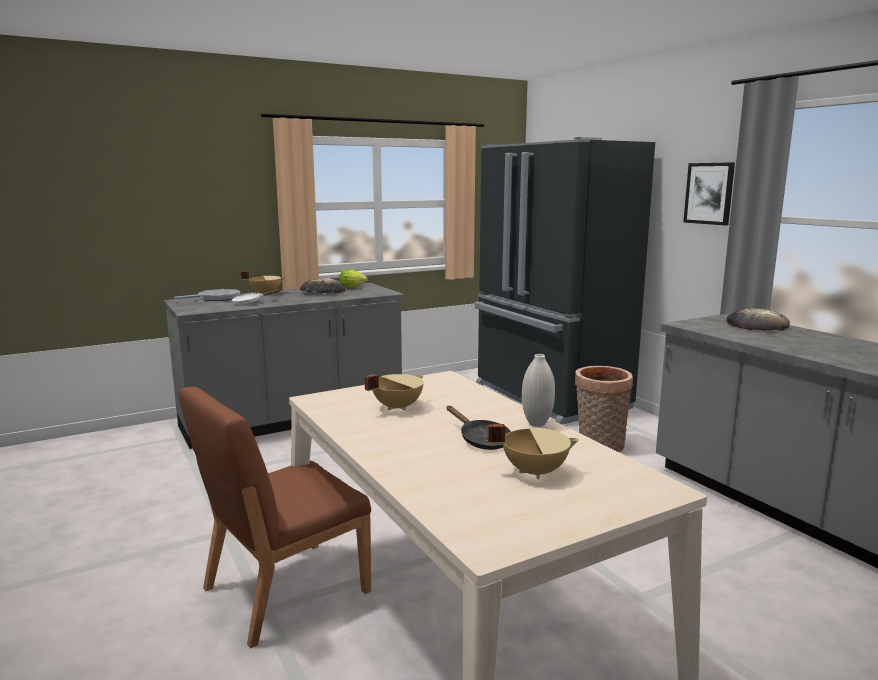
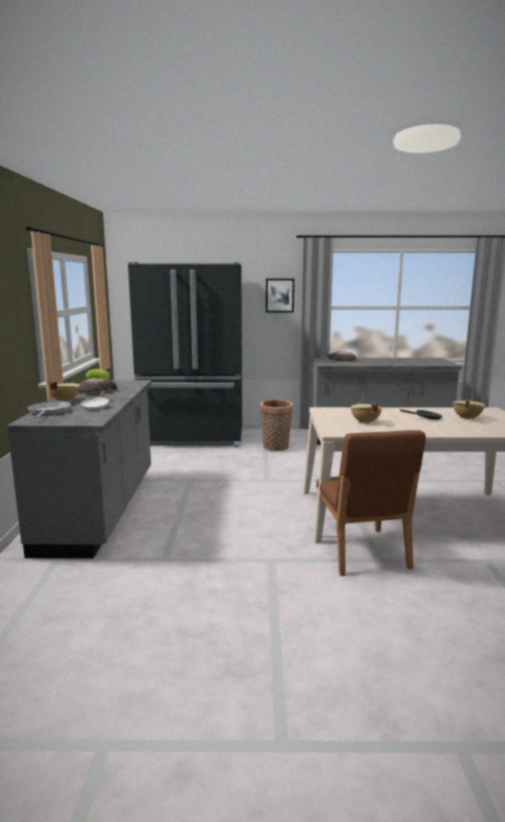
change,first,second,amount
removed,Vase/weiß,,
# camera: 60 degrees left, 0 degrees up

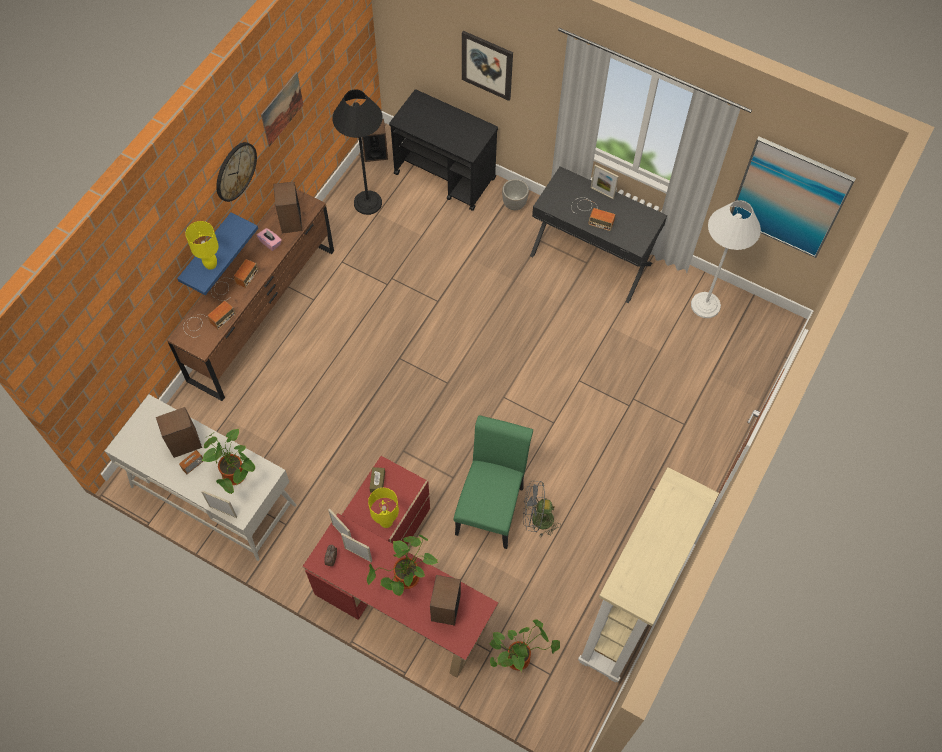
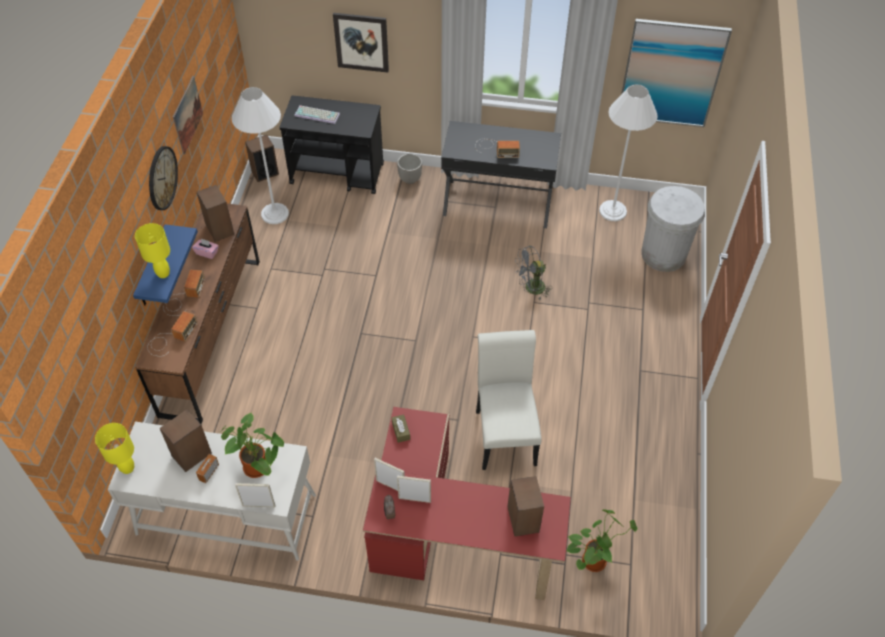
change,first,second,amount
moved,Tischlampe/gelb (2nd from left in the first image),Tischlampe/gelb (1st from left),
recoloured,Stehlampe/schwarz,Stehlampe/weiß (1st from left),
added,,Tastatur,
recoloured,Stuhl/grün,Stuhl/weiß,
moved,Ventilator/grau,,
added,,Mülleimer/weiß,
removed,Topfpflanze (2nd from left),,
removed,Bücherregal/beige,,
removed,Bilderrahmen (4th from left),,
# camera: 20 degrees left, 10 degrees down

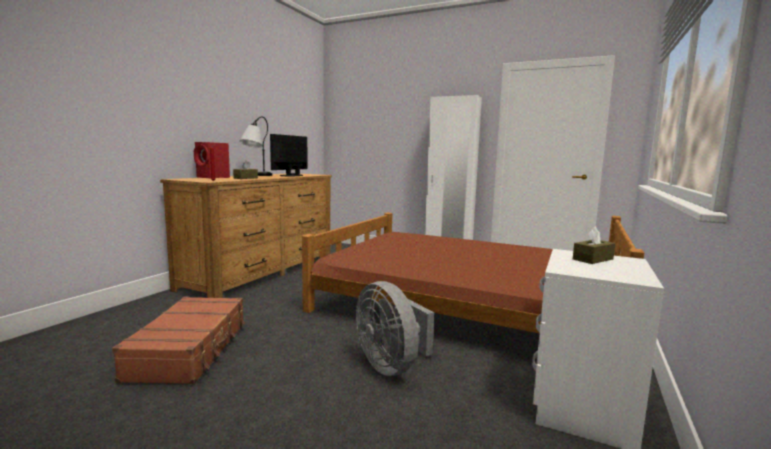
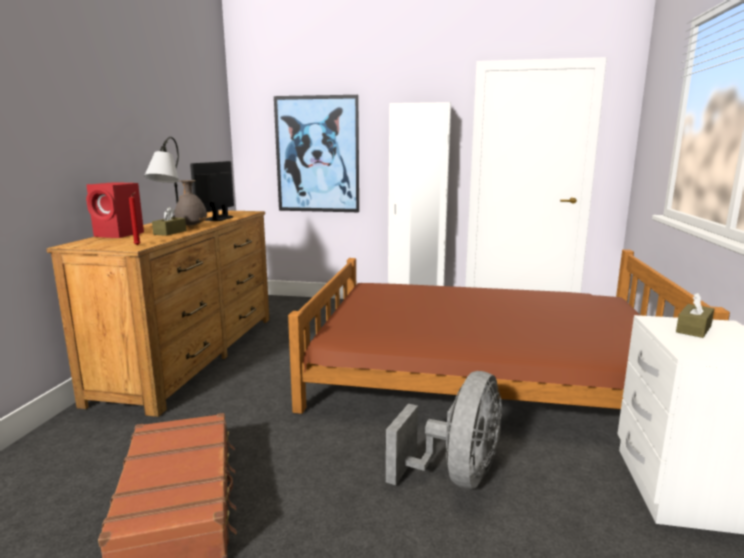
change,first,second,amount
added,,Vase/grau,
added,,Bild,
turned,Ventilator/grau,,105 degrees counterclockwise
# camera: 15 degrees left, 5 degrees up

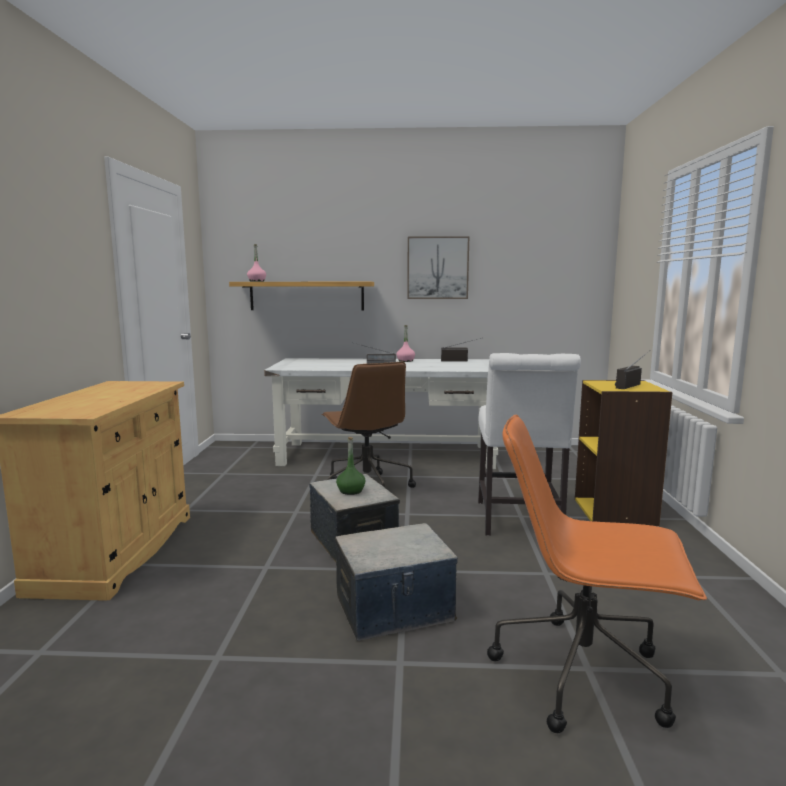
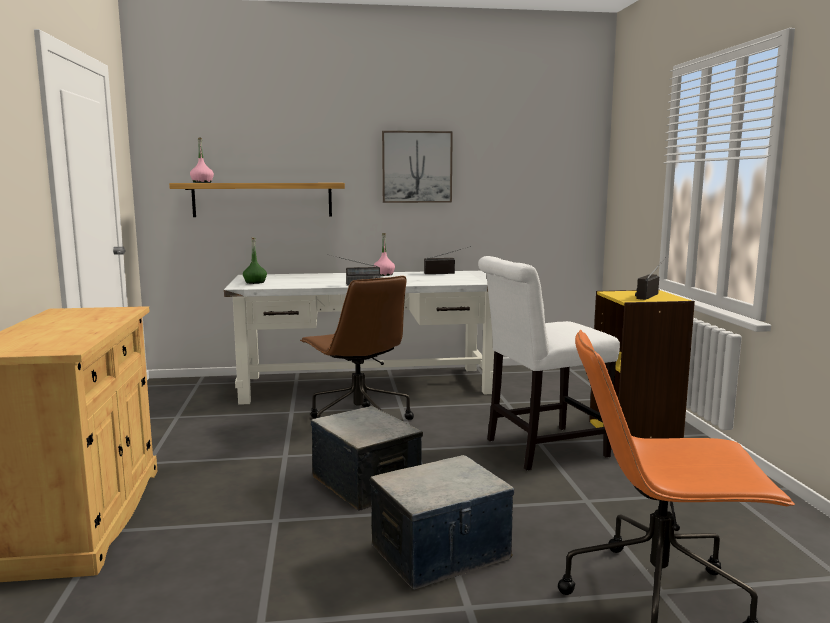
change,first,second,amount
moved,Flasche/grün,,
turned,Stuhl/weiß,,75 degrees clockwise
# camera: 10 degrees left, 0 degrees up

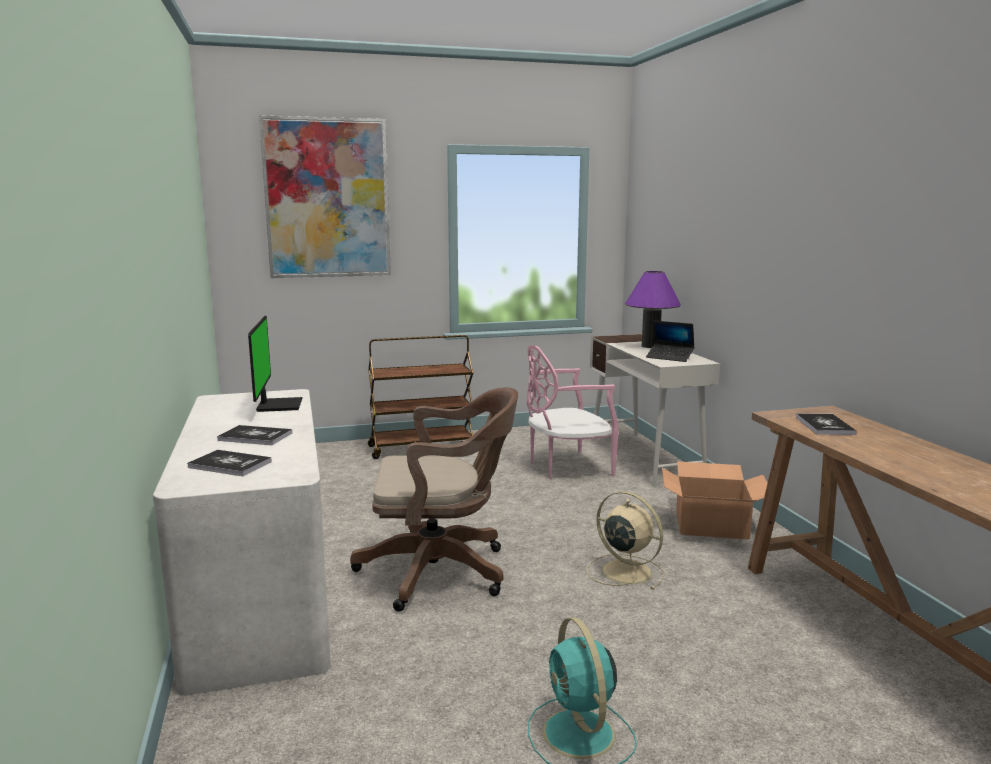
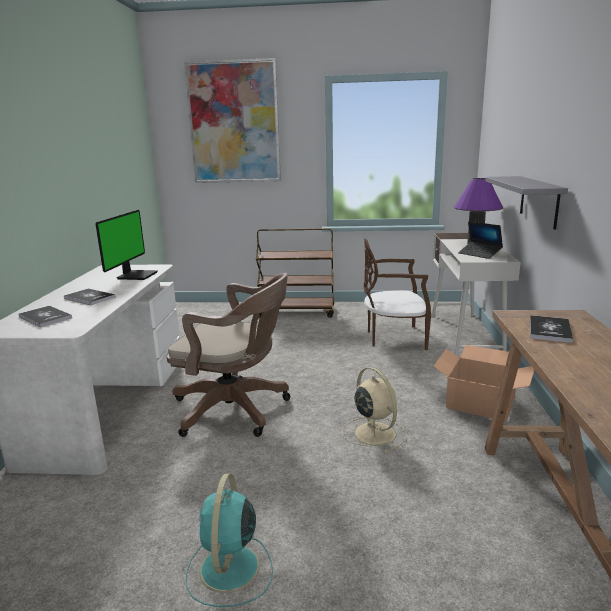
change,first,second,amount
recoloured,Stuhl/rosa,Stuhl/braun,
added,,Wandregal/grau,
# camera: 20 degrees right, 5 degrees up

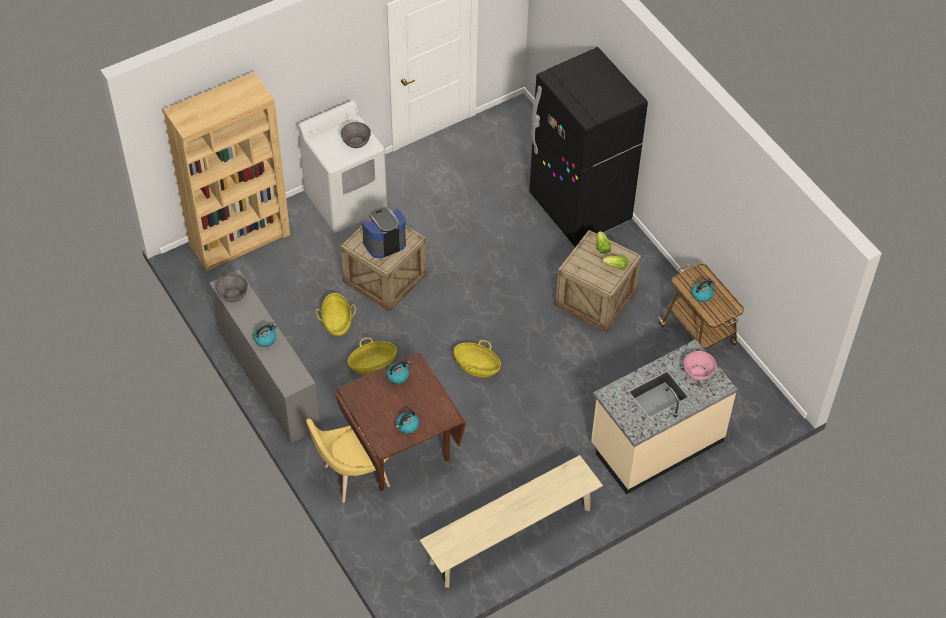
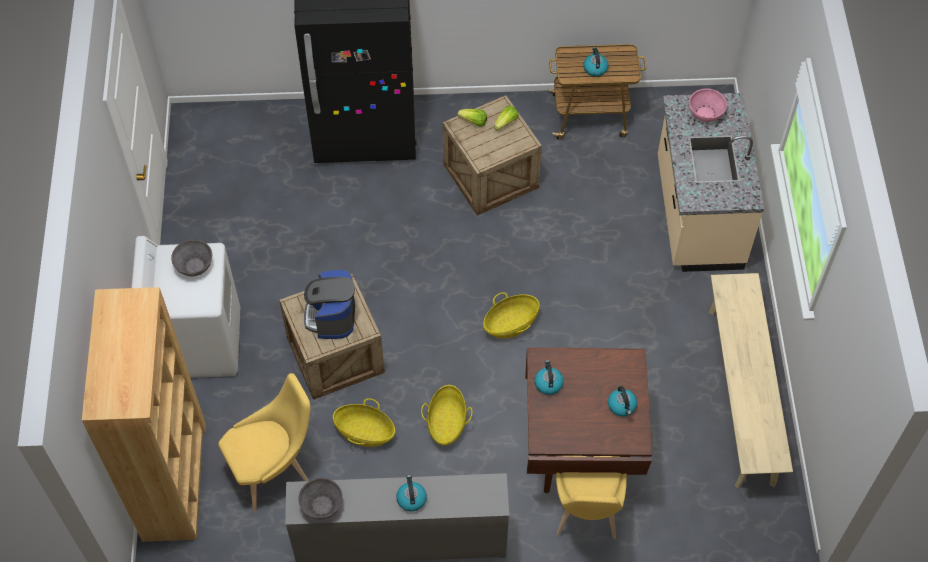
change,first,second,amount
added,,Stuhl/gelb (1st from left),
# camera: 60 degrees left, 5 degrees up

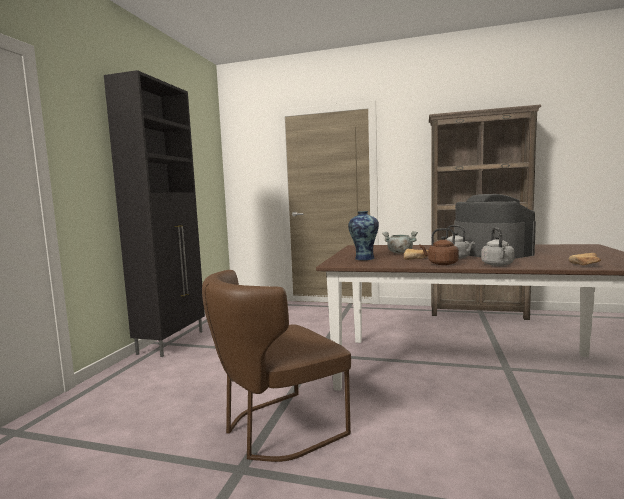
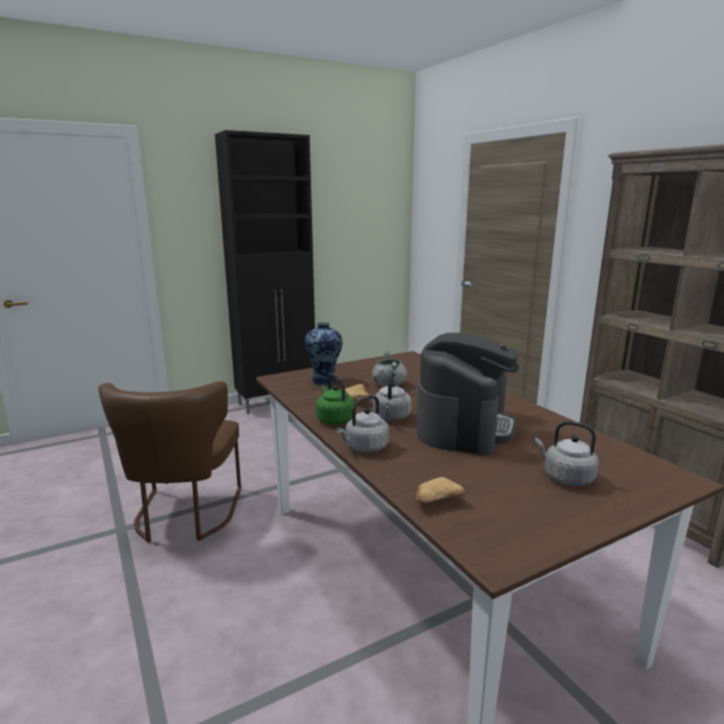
change,first,second,amount
turned,Stuhl/braun,,105 degrees counterclockwise
recoloured,Wasserkessel/braun,Wasserkessel/grün,
added,,Wasserkessel/grau (3rd from left),
# camera: 45 degrees right, 10 degrees up

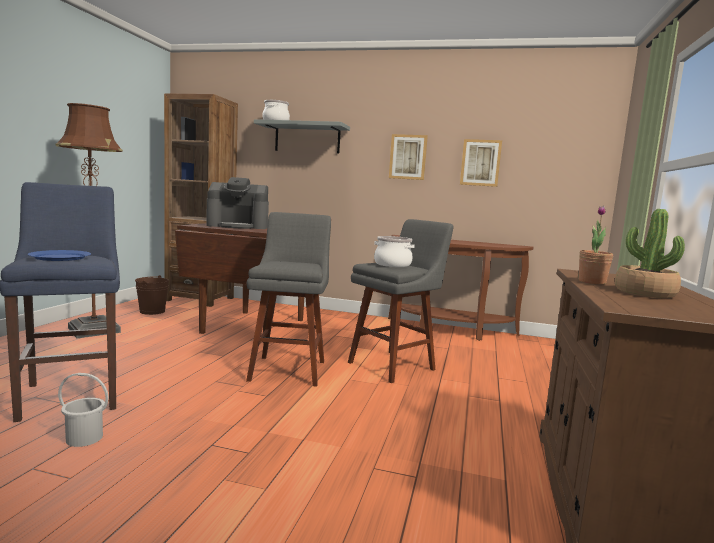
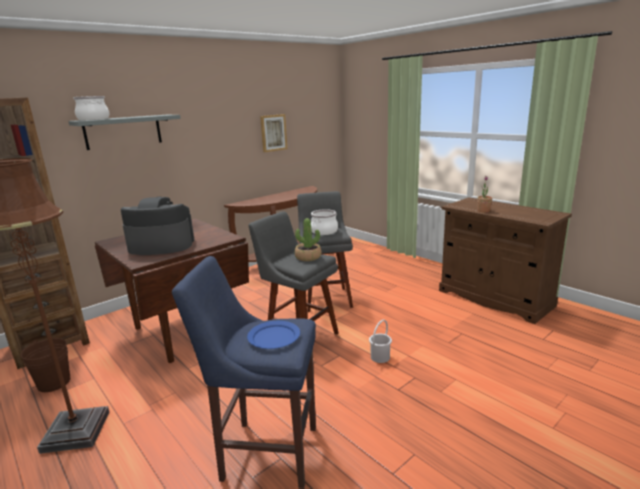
change,first,second,amount
turned,Kaffeemaschine,,120 degrees counterclockwise
moved,Topfpflanze (2nd from left in the first image),Topfpflanze (1st from left),
moved,Eimer/weiß,,
removed,Bild (1st from left),,
# camera: 55 degrees left, 10 degrees up

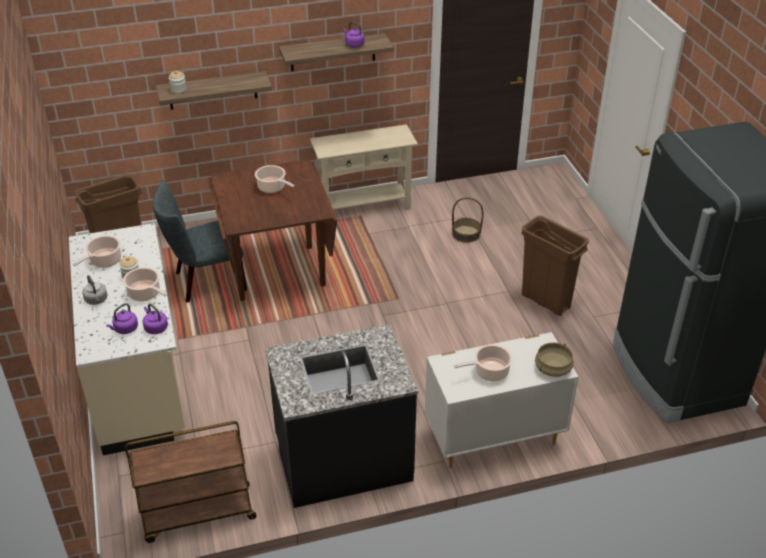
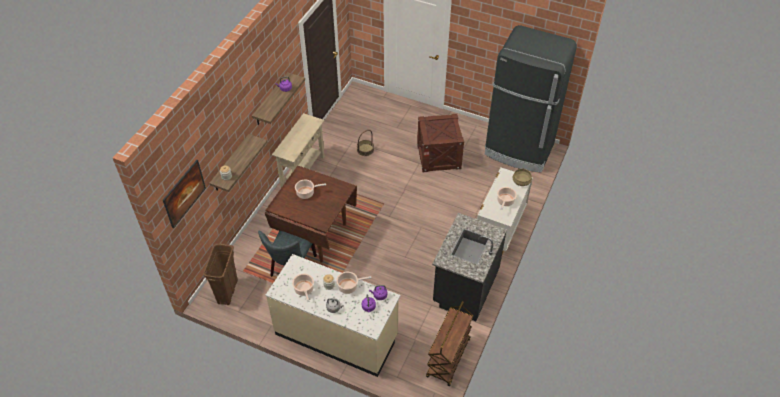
change,first,second,amount
added,,Bild,
replaced,Mülleimer/braun (2nd from left),Kiste,
# camera: 50 degrees left, 10 degrees up

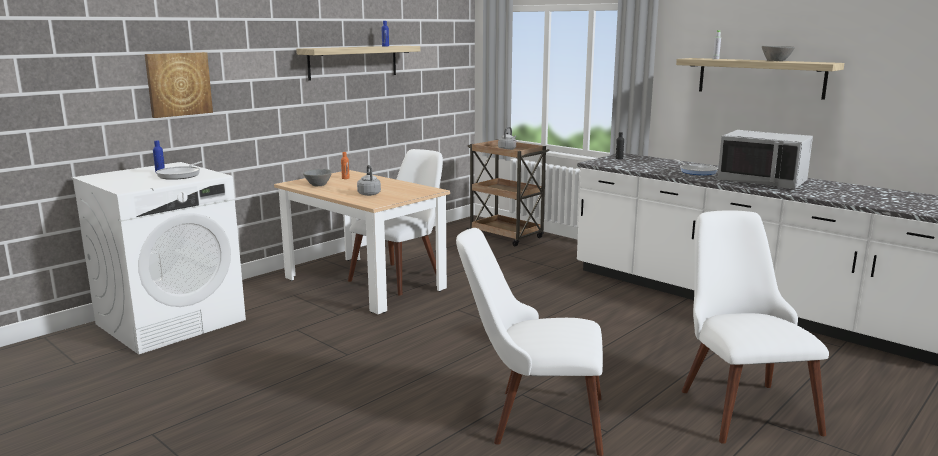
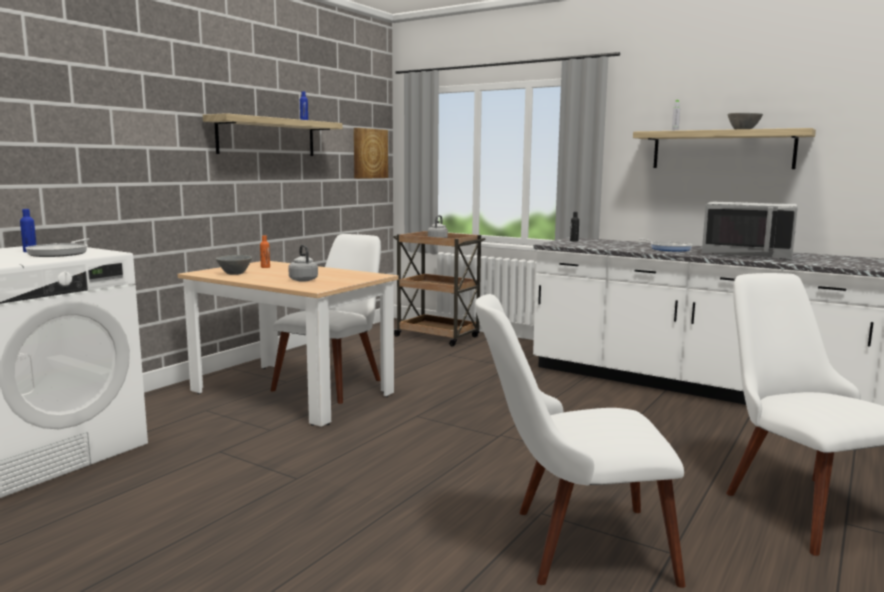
change,first,second,amount
moved,Bild,,
# camera: 10 degrees left, 5 degrees down

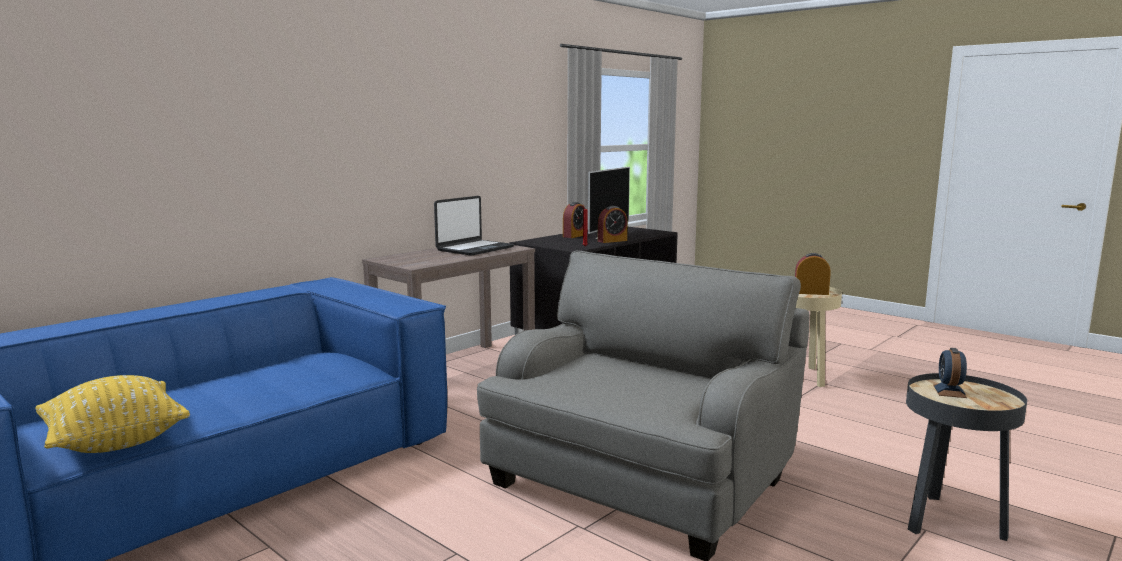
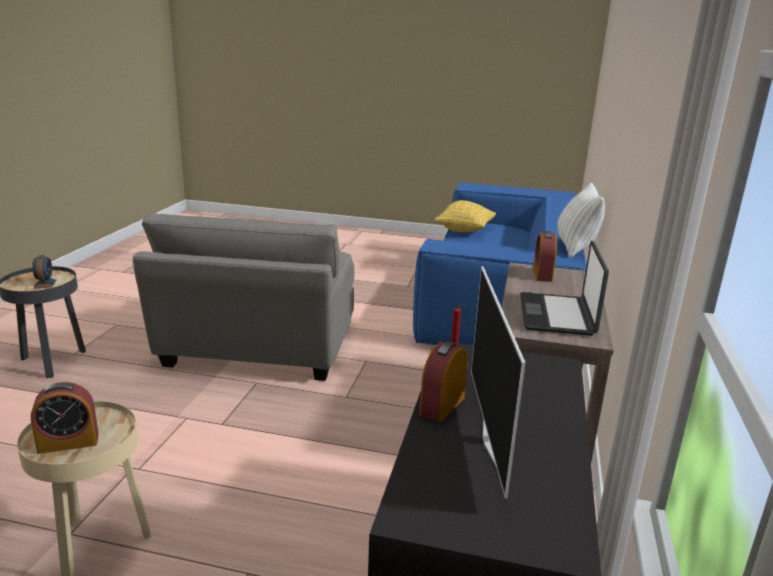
change,first,second,amount
moved,Wecker (1st from left in the first image),Wecker (4th from left),
added,,Kissen/weiß,
# camera: 150 degrees right, 10 degrees up

